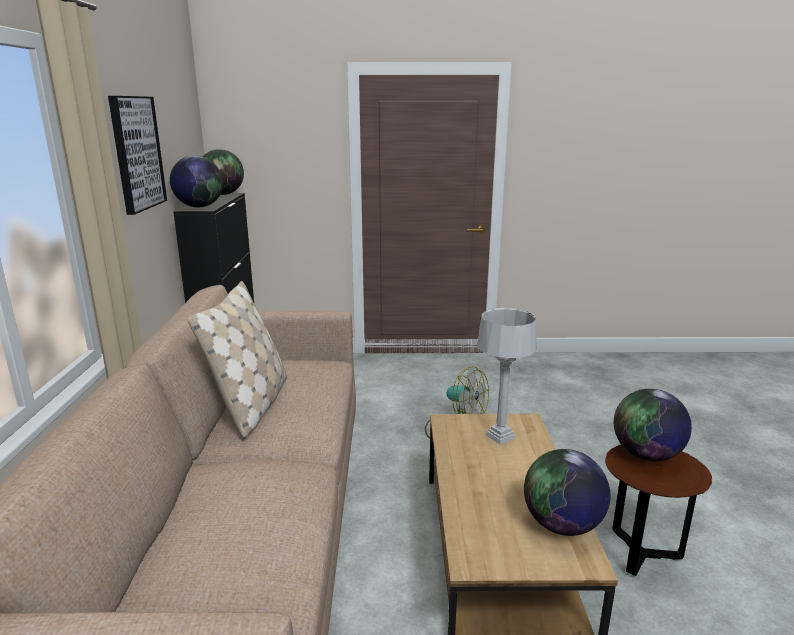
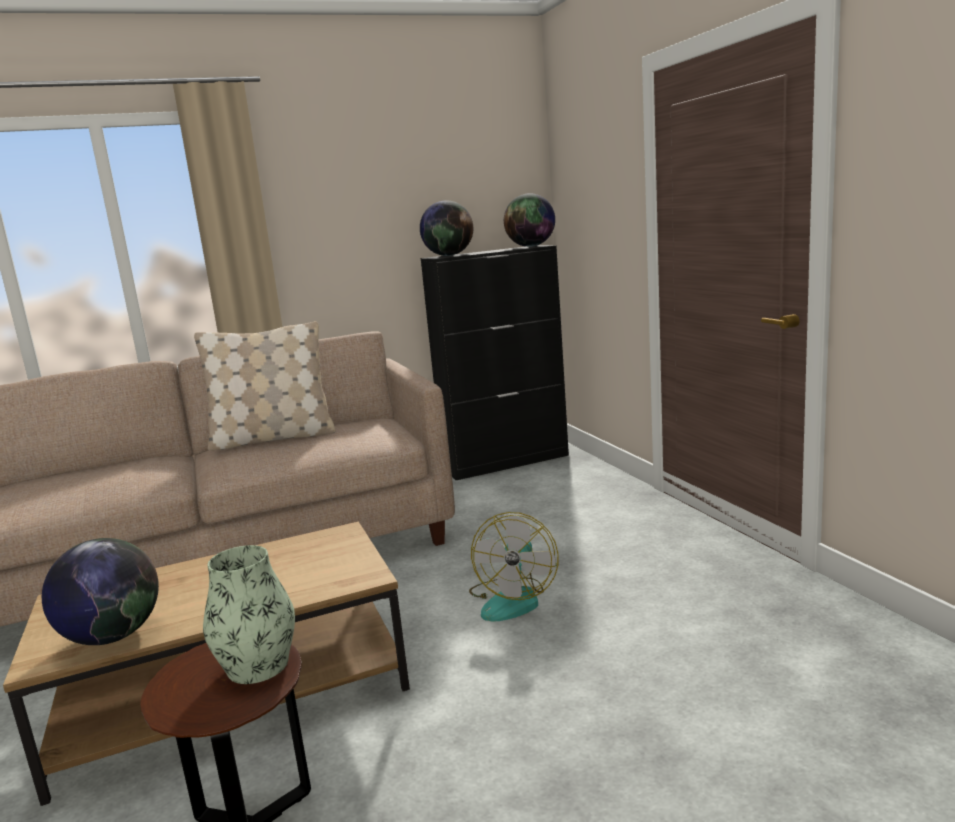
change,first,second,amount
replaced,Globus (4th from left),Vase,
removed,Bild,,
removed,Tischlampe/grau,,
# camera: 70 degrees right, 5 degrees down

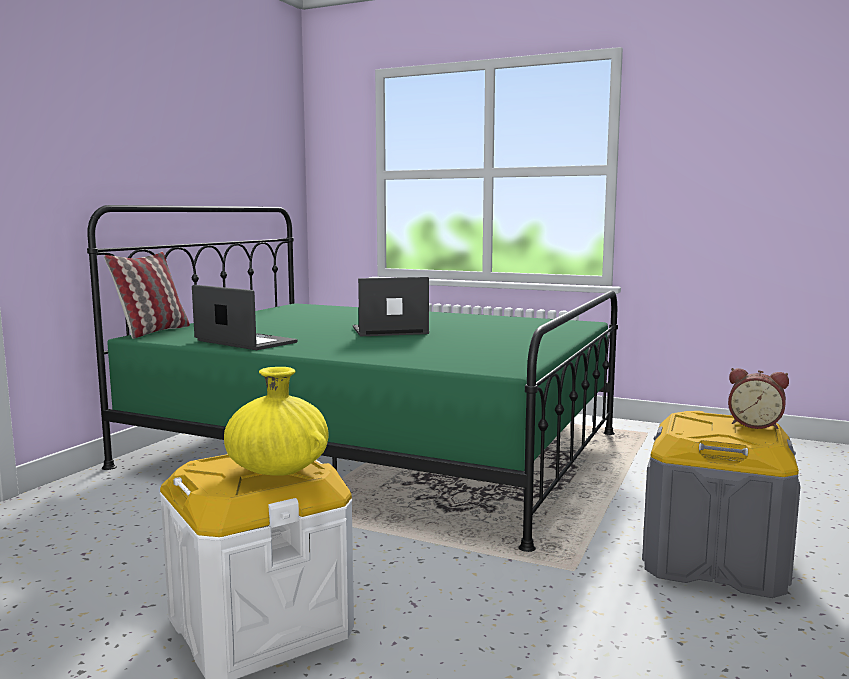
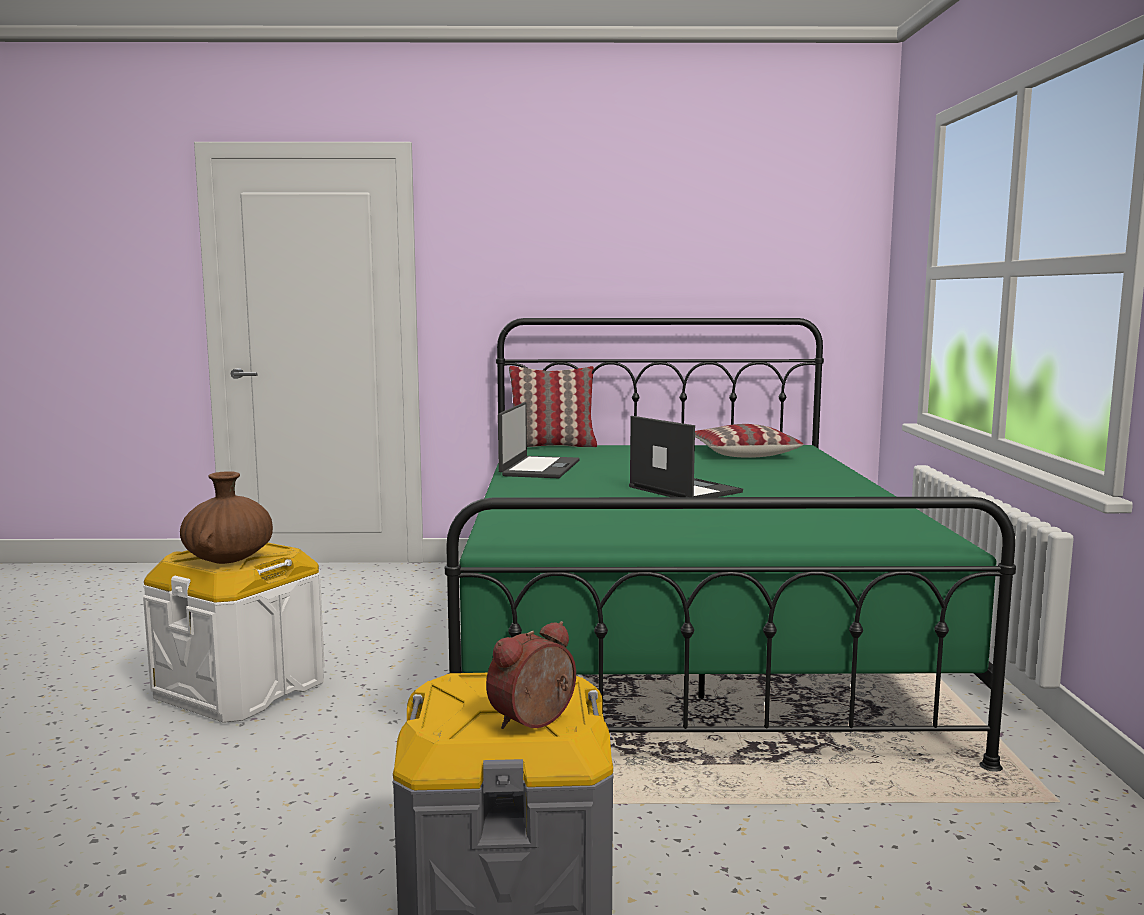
change,first,second,amount
recoloured,Vase/gelb,Vase/braun,
turned,Wecker,,45 degrees clockwise
added,,Kissen (2nd from left),
# camera: 65 degrees right, 0 degrees up

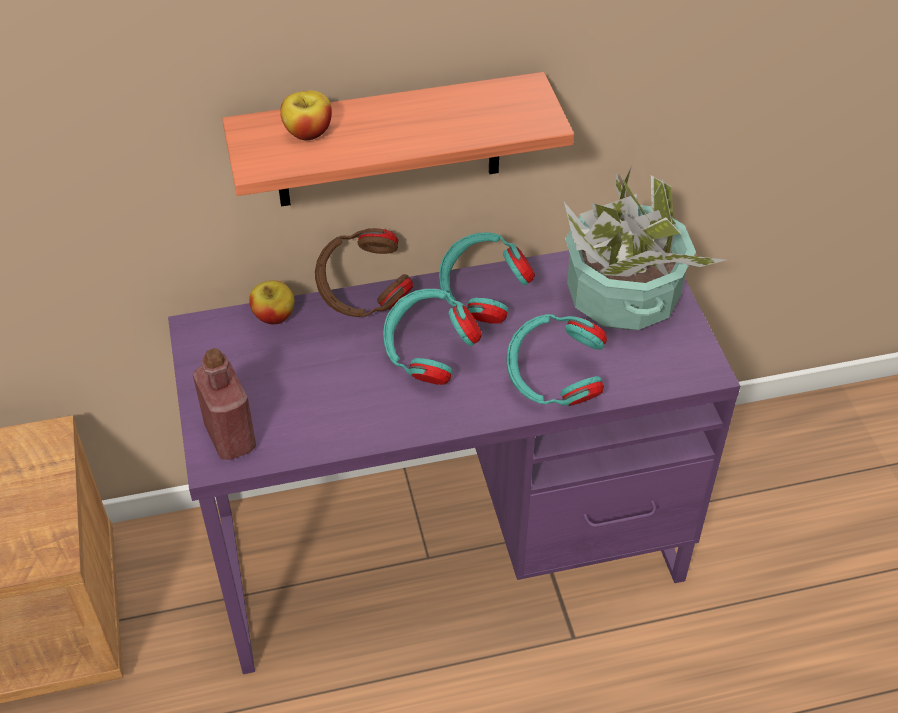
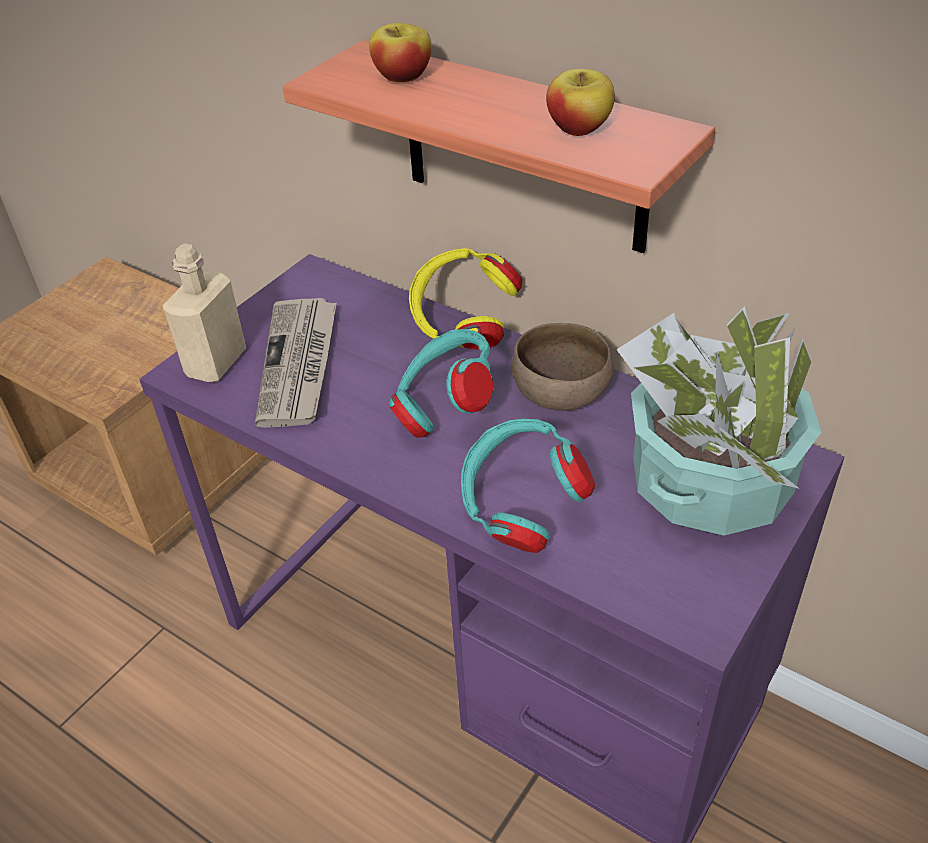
change,first,second,amount
recoloured,Flasche/rot,Flasche/beige,
added,,Zeitung,
recoloured,Kopfhörer/braun,Kopfhörer/gelb,
replaced,Kopfhörer/türkis (2nd from left),Schüssel/braun,
moved,Apfel (1st from left in the first image),Apfel (2nd from left),
# camera: 50 degrees right, 5 degrees down

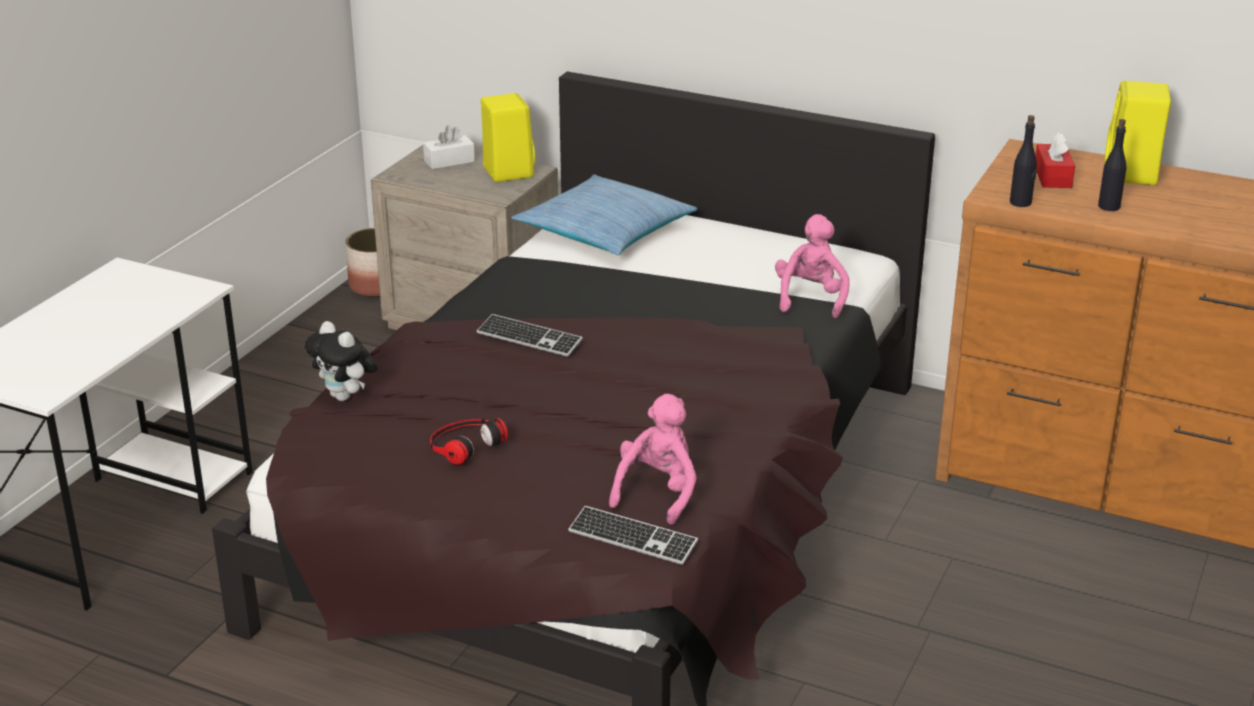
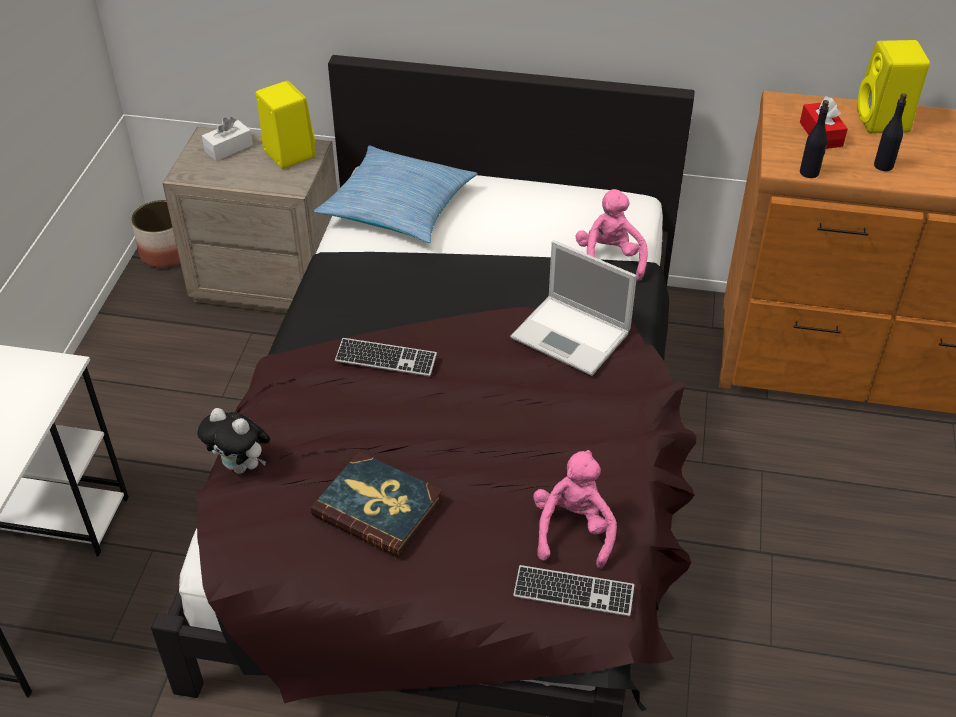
change,first,second,amount
replaced,Kopfhörer,Buch,
added,,Laptop,
# camera: 15 degrees left, 15 degrees up

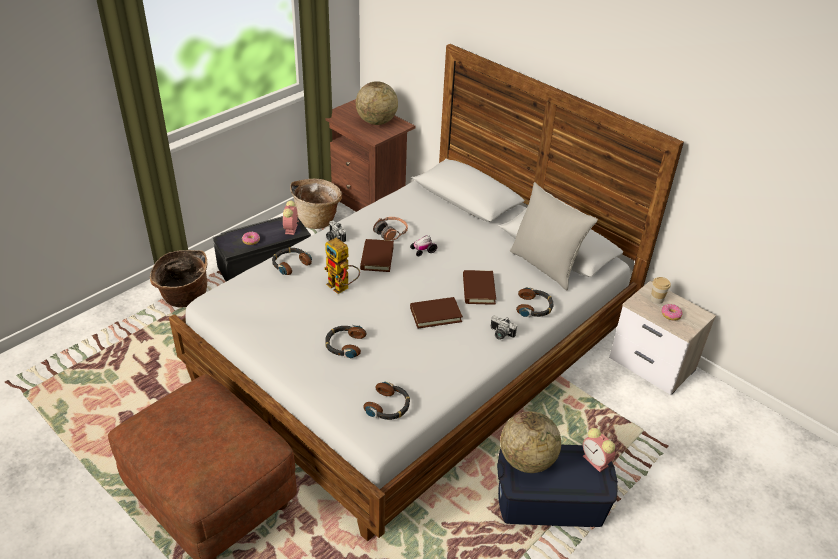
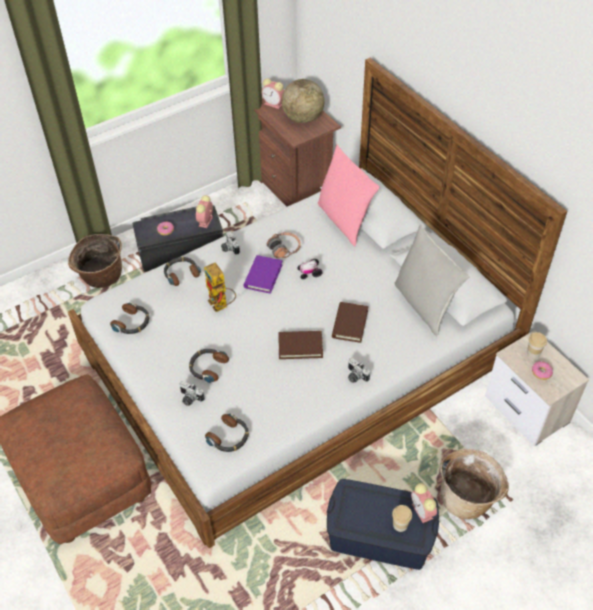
change,first,second,amount
moved,Kopfhörer (5th from left in the first image),Kopfhörer (1st from left),
added,,Kamera (1st from left),
recoloured,Buch/braun (1st from left),Buch/lila,
added,,Wecker (2nd from left),
added,,Kissen/rosa,
added,,Tasse (1st from left),
moved,Korb (2nd from left),,
removed,Globus (2nd from left),,
# camera: 15 degrees right, 10 degrees up

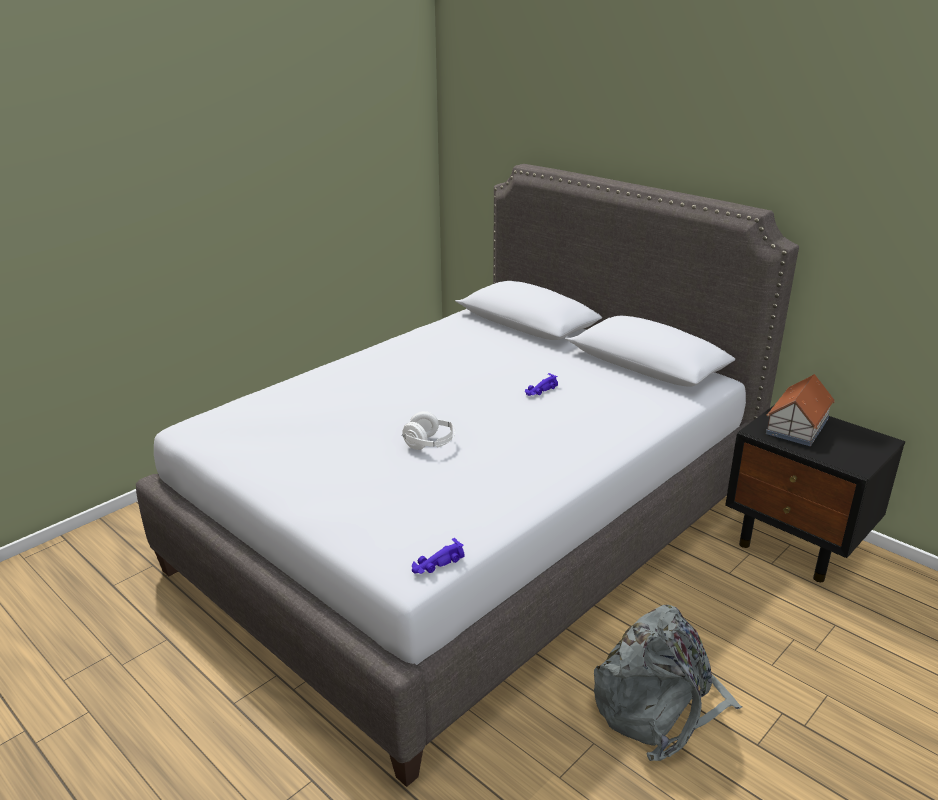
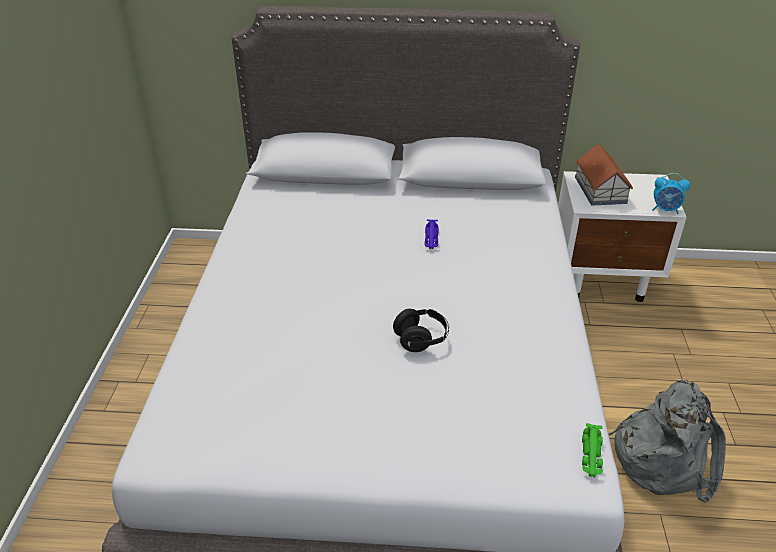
change,first,second,amount
recoloured,Kopfhörer/weiß,Kopfhörer/schwarz,
recoloured,Nachttisch/schwarz,Nachttisch/weiß,
recoloured,Spielzeugauto/lila (1st from left),Spielzeugauto/grün,
added,,Wecker,
# camera: 40 degrees left, 10 degrees up

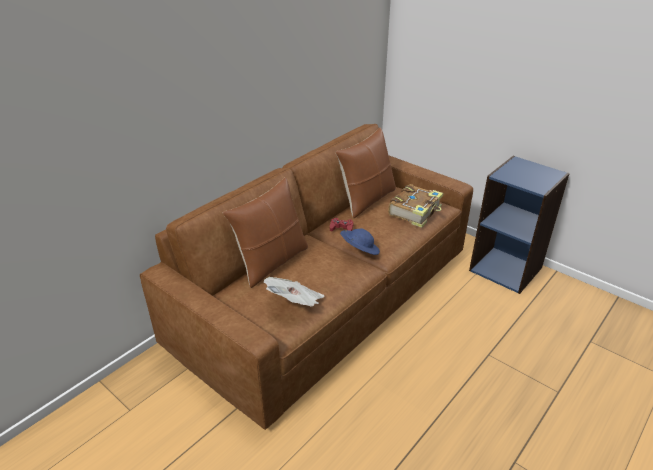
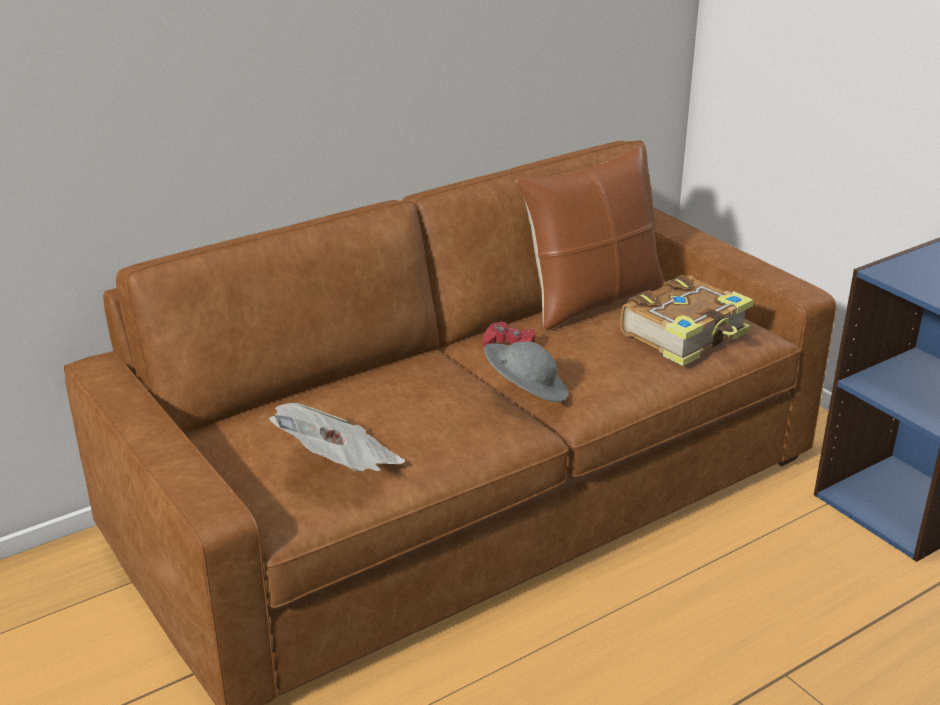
change,first,second,amount
recoloured,Hut/blau,Hut/grau,
removed,Kissen/braun (1st from left),,
# camera: 15 degrees right, 5 degrees down

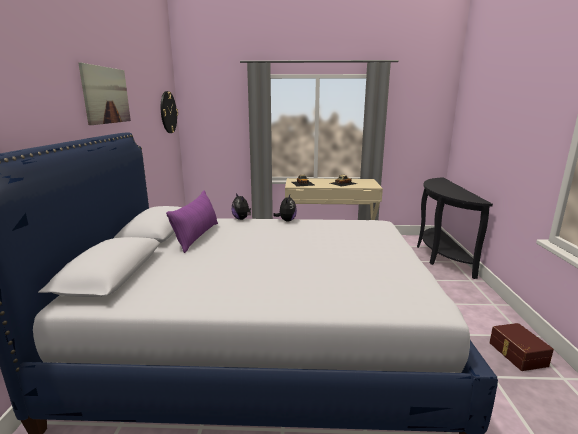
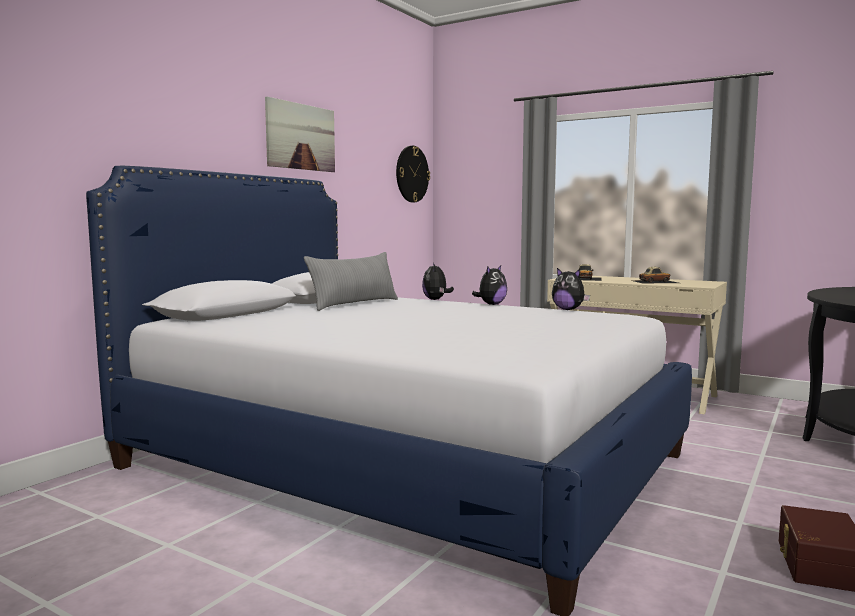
change,first,second,amount
recoloured,Kissen/lila,Kissen/grau,
added,,Plüschtier (3rd from left),
# camera: 30 degrees right, 10 degrees down

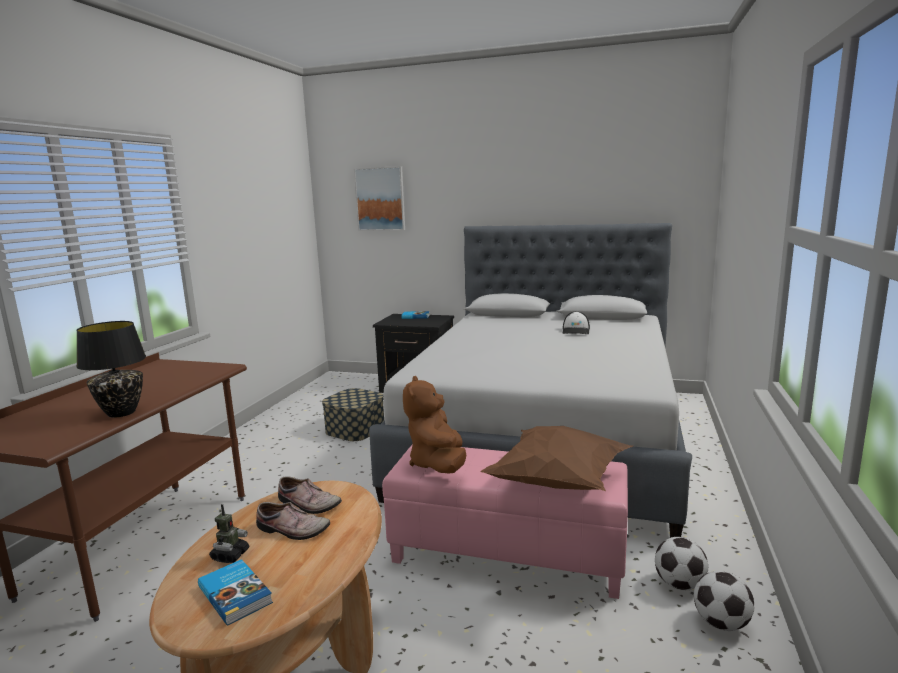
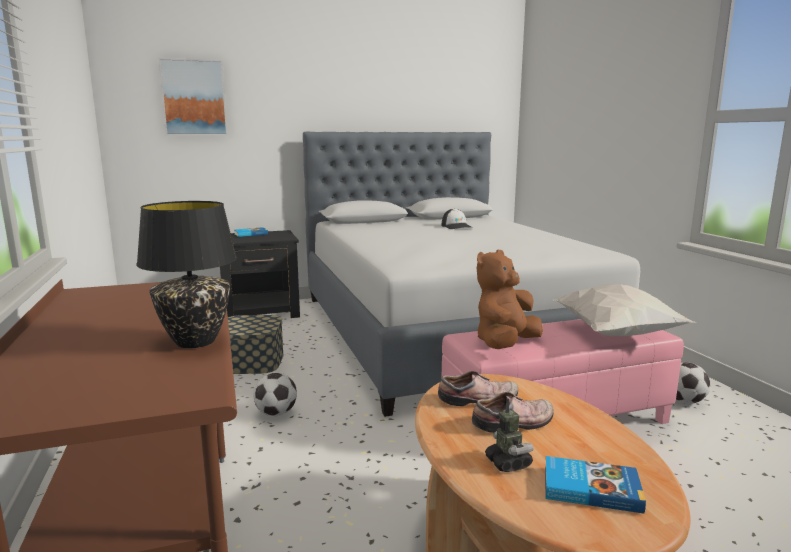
change,first,second,amount
moved,Fußball (2nd from left in the first image),Fußball (1st from left),
turned,Plüschtier/braun,,75 degrees clockwise
recoloured,Kissen/braun,Kissen/weiß,
# camera: 35 degrees left, 0 degrees up

